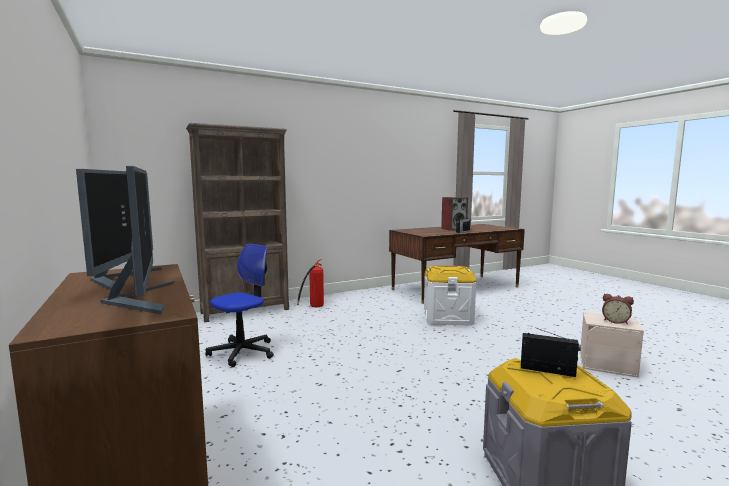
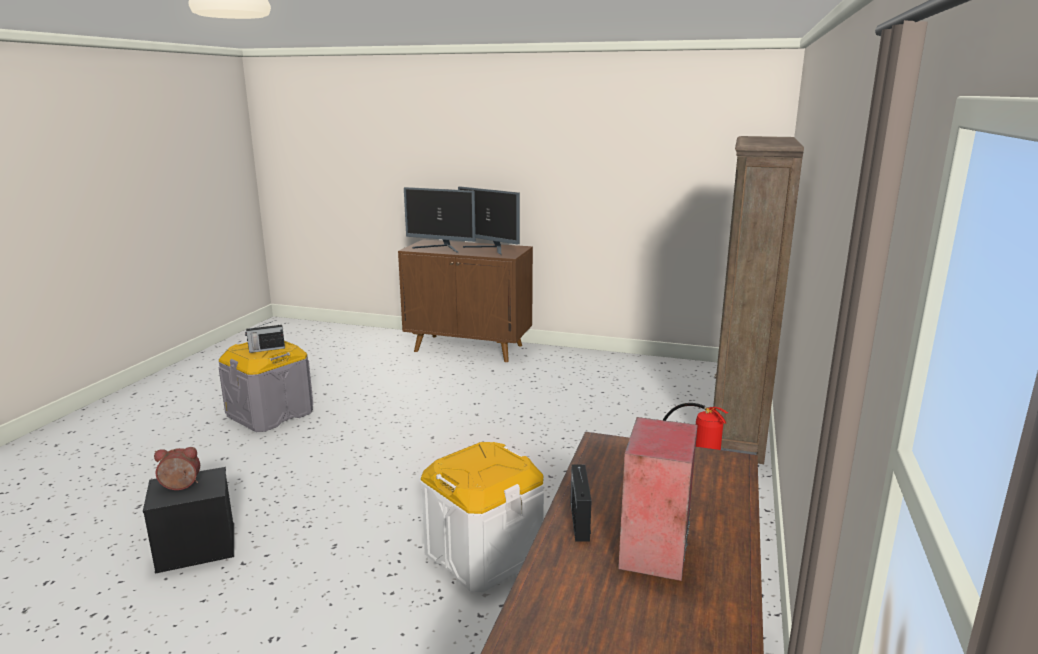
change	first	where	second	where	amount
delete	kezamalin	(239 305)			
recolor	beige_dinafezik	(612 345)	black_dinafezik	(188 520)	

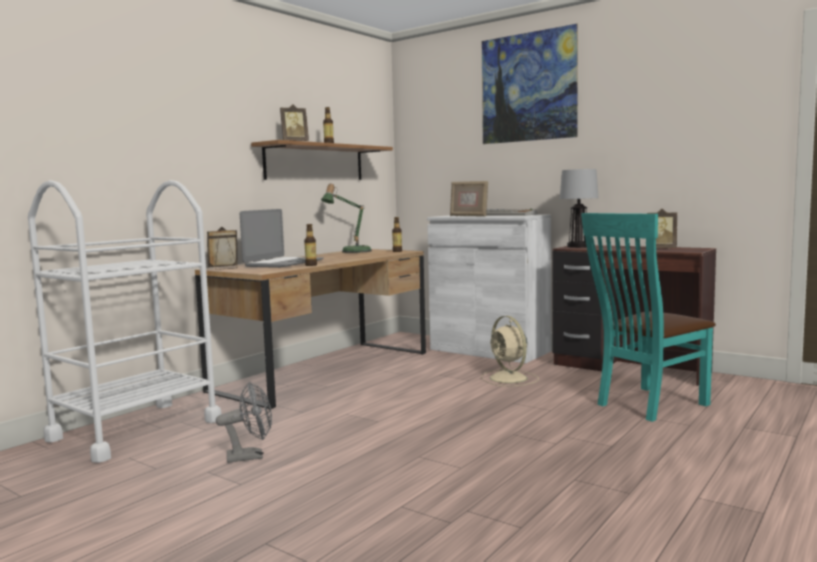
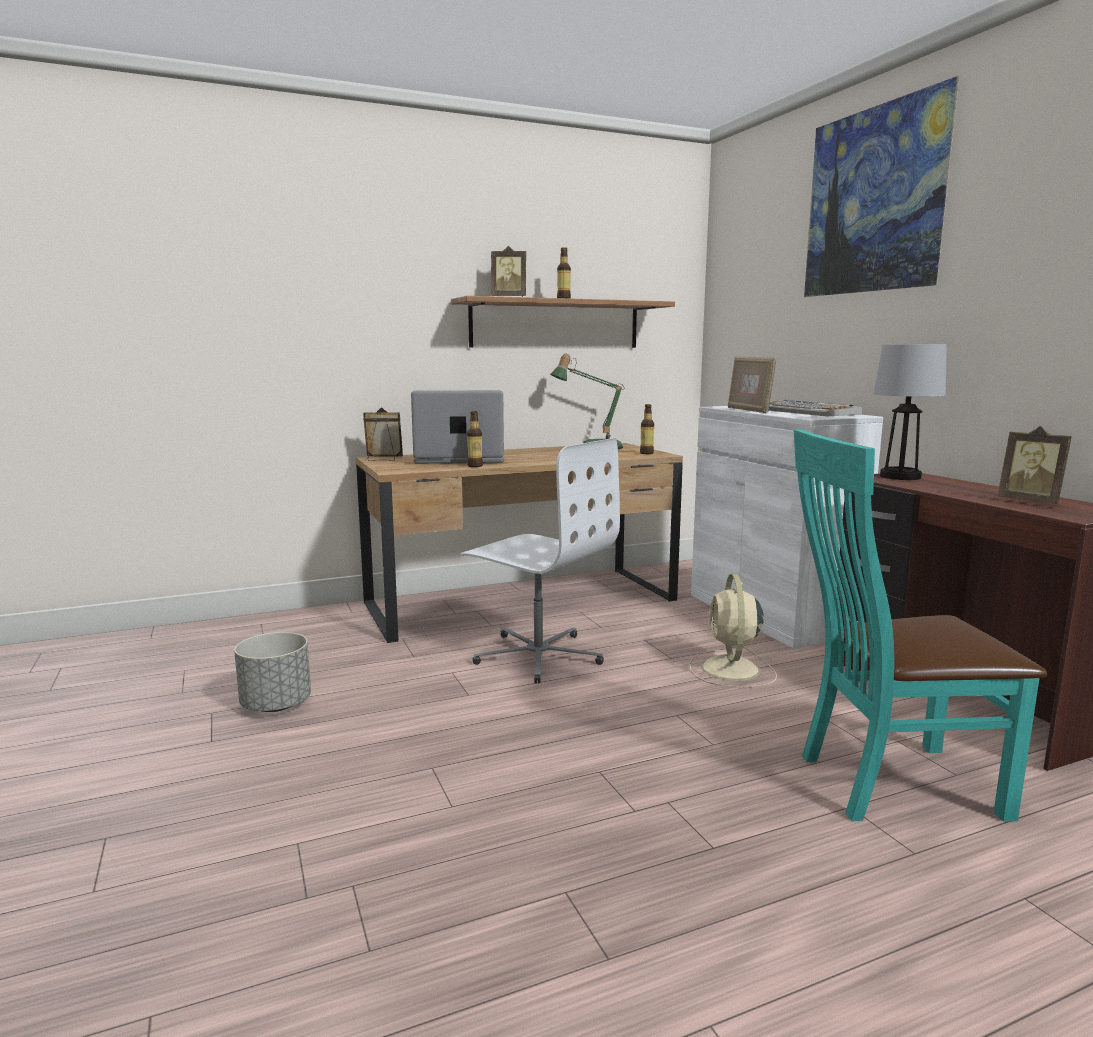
change	first	where	second	where	amount
delete	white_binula	(125 321)			
replace	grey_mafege	(244 422)	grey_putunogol	(272 672)	
rotate	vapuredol	(282 238)		(457 427)	150 degrees counterclockwise
insert			white_kezamalin	(540 561)	

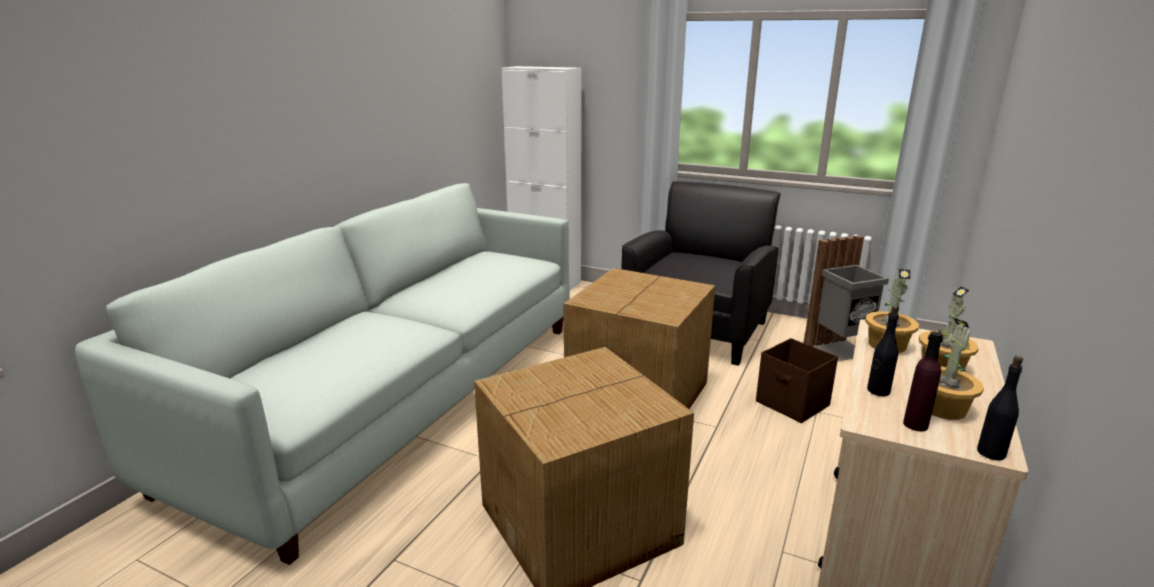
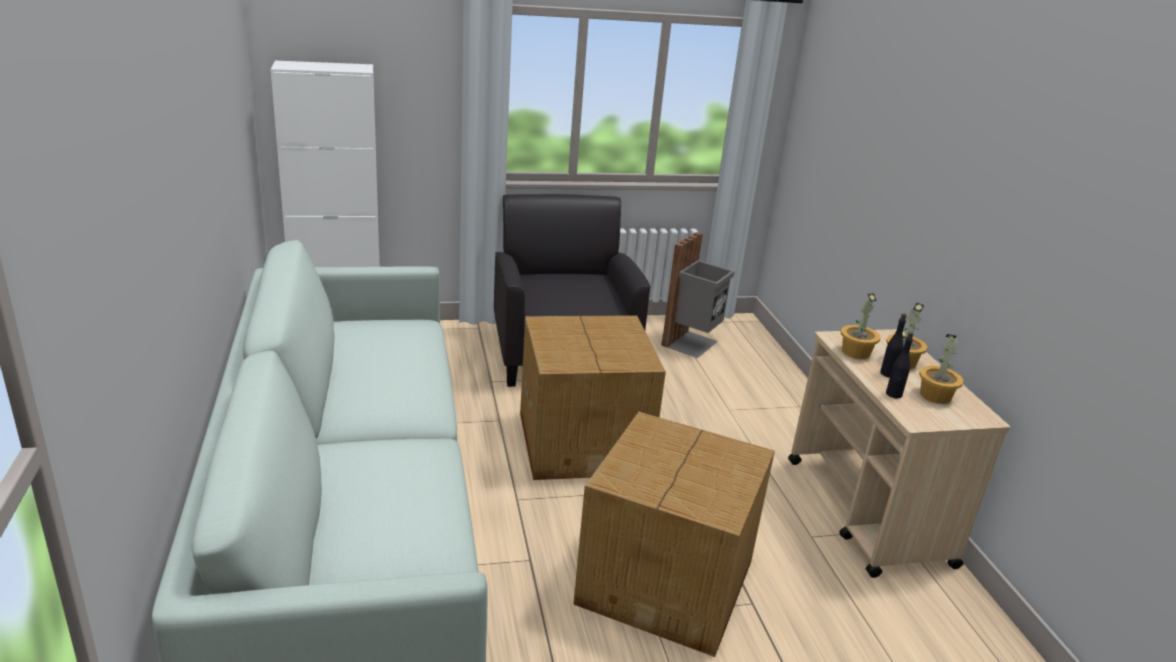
change	first	where	second	where	amount
delete	brown_dinafezik	(797 380)			
delete	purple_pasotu	(923 381)			
move	black_pasotu	(1000 408)		(893 345)	

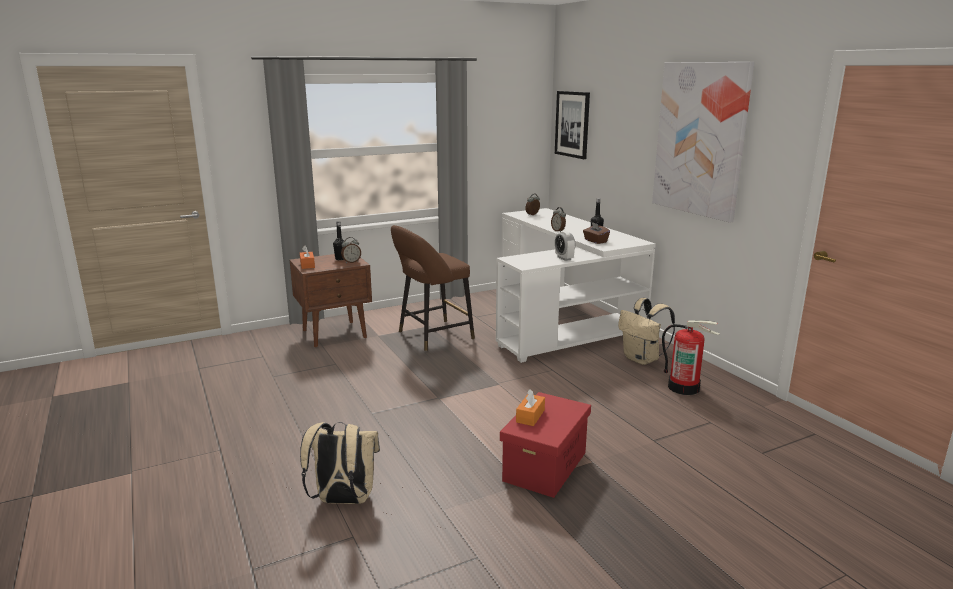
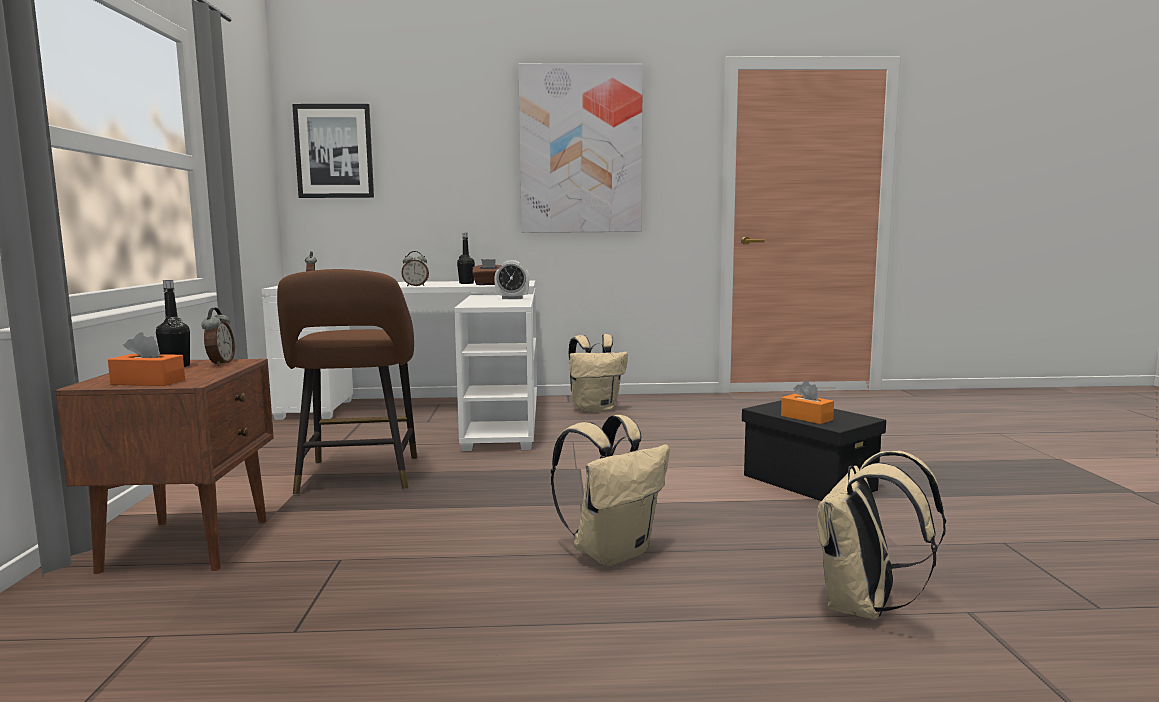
change	first	where	second	where	amount
recolor	red_dinafezik	(545 445)	black_dinafezik	(814 450)	
delete	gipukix	(691 357)			
insert			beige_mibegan	(610 490)	

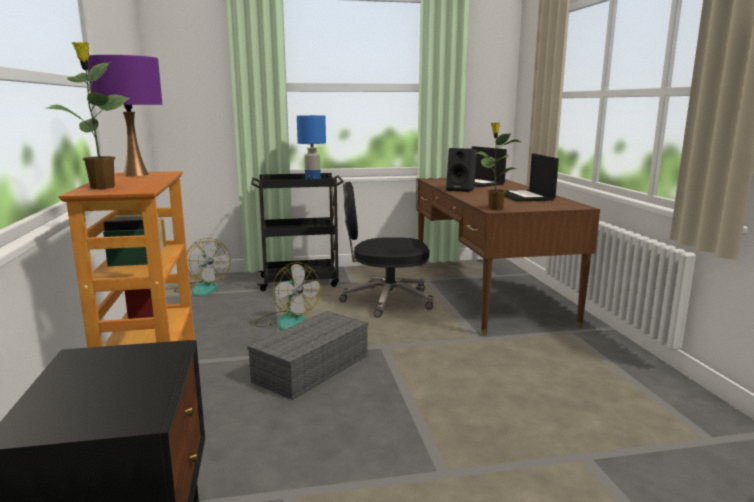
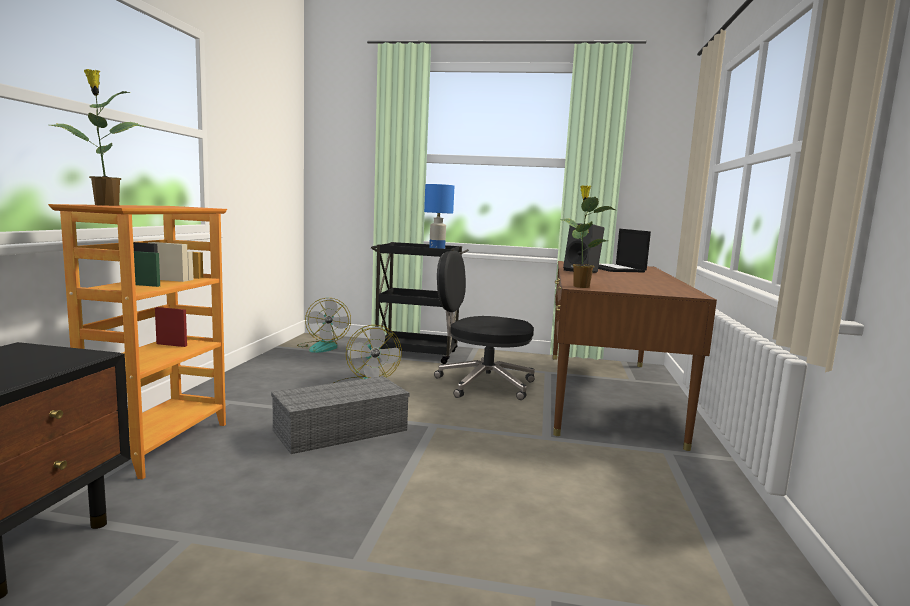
change	first	where	second	where	amount
delete	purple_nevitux	(125 115)			
delete	vapuredol	(531 177)			

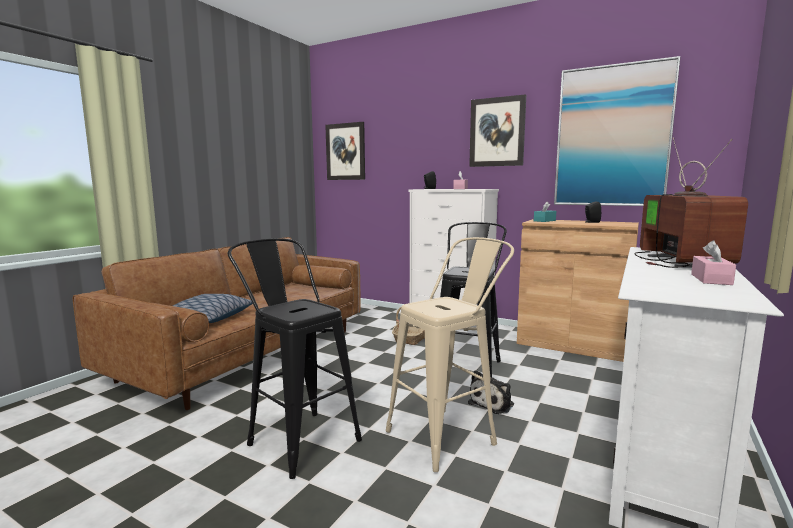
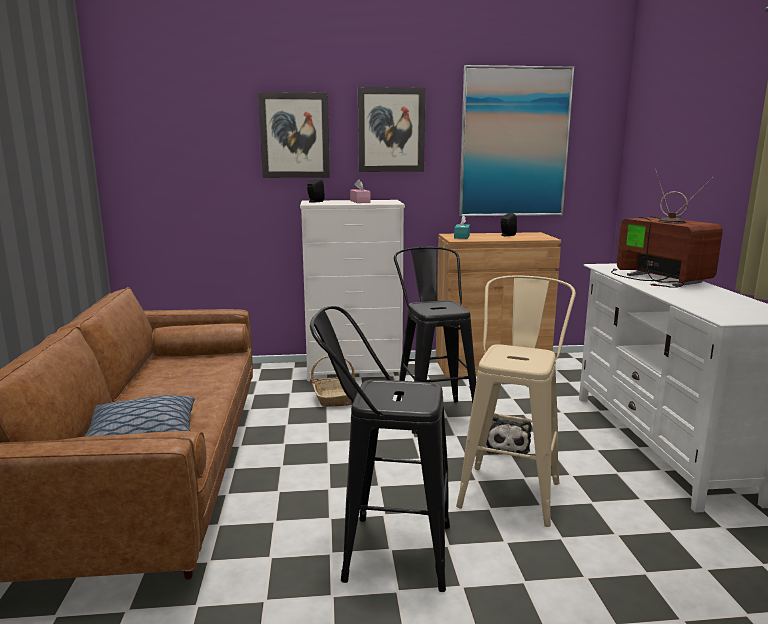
change	first	where	second	where	amount
move	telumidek	(345 151)		(294 135)	
delete	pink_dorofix	(713 262)			

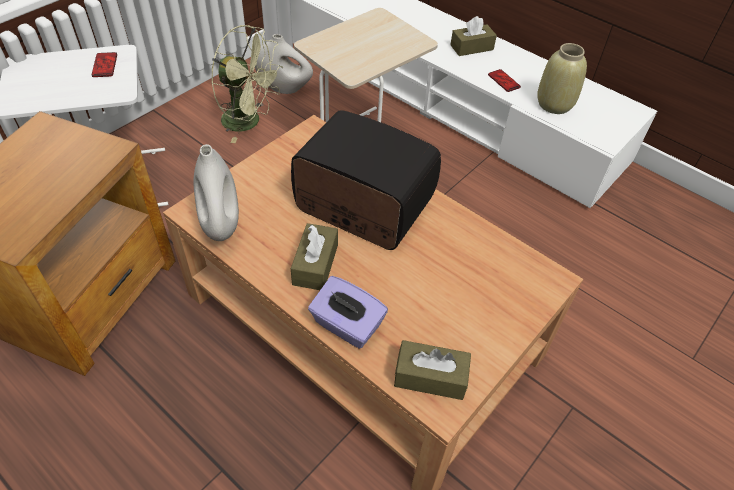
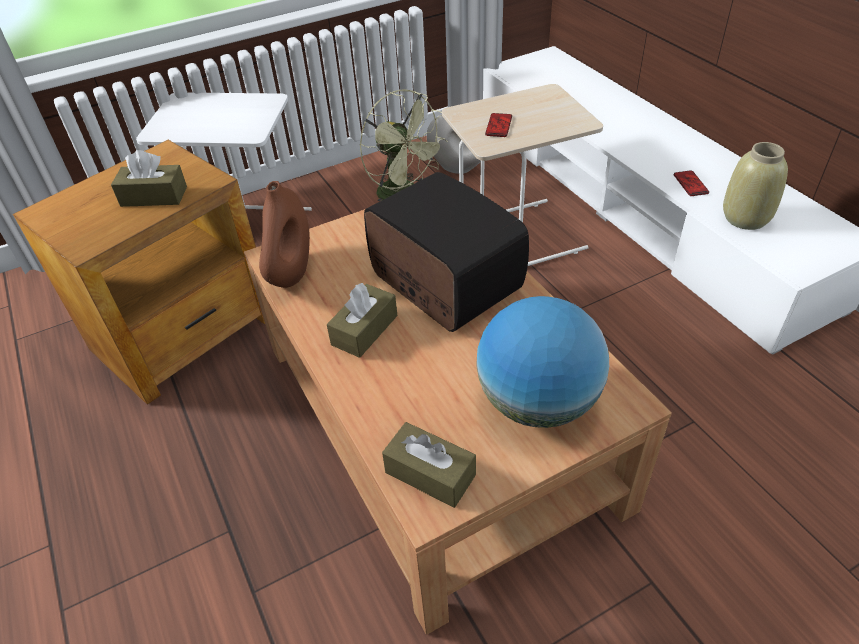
change	first	where	second	where	amount
move	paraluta	(104 64)		(498 125)	
recolor	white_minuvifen	(216 192)	brown_minuvifen	(284 234)	
delete	purple_dorofix	(348 312)			
move	brown_dorofix	(473 36)		(149 178)	
insert			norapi	(542 362)	

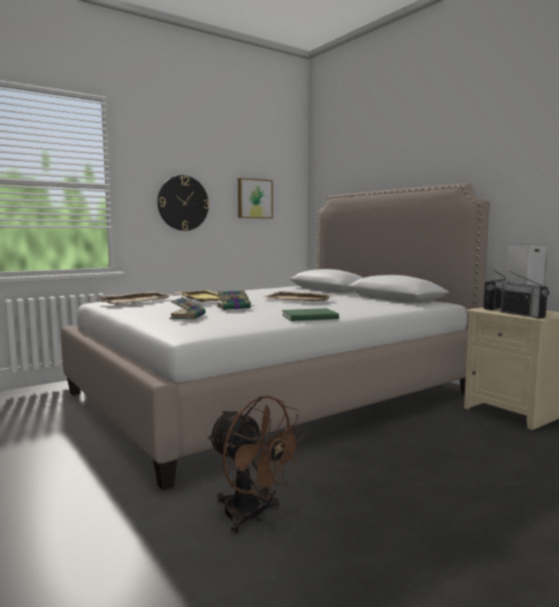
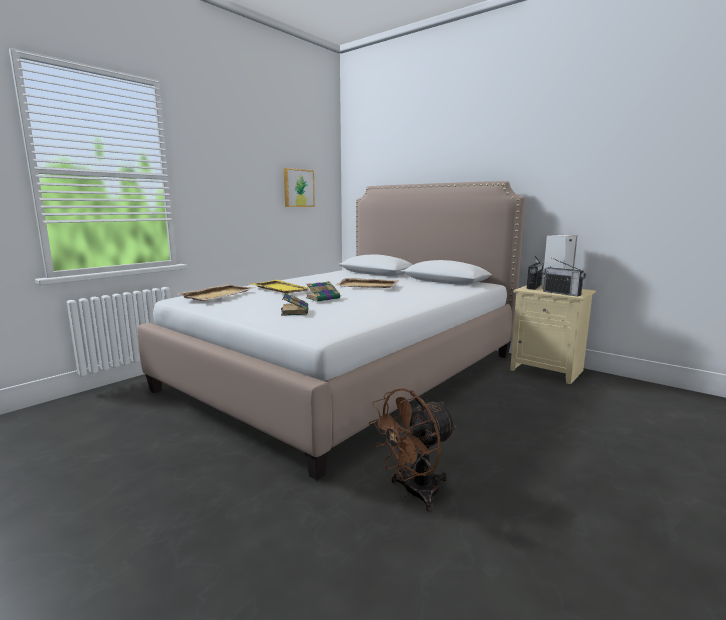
change	first	where	second	where	amount
delete	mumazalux	(183 203)			
rotate	brown_mafege	(256 465)		(412 449)	120 degrees clockwise
delete	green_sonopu	(310 314)			

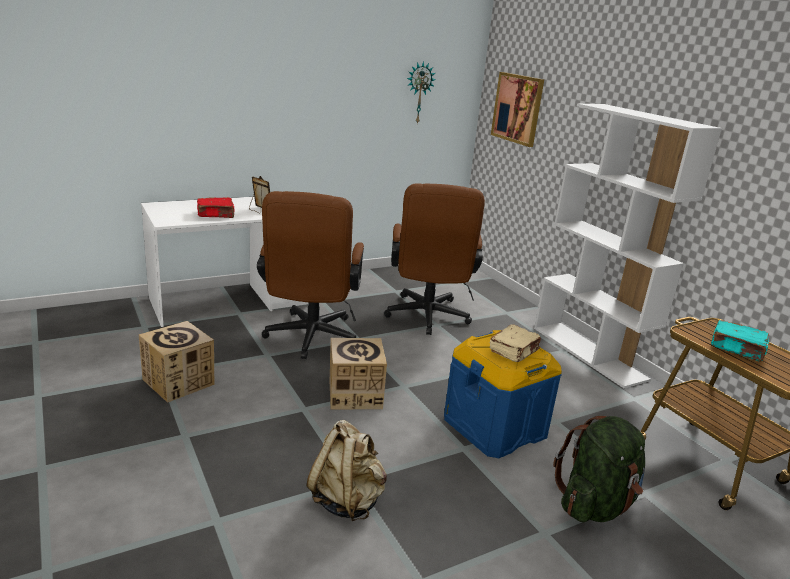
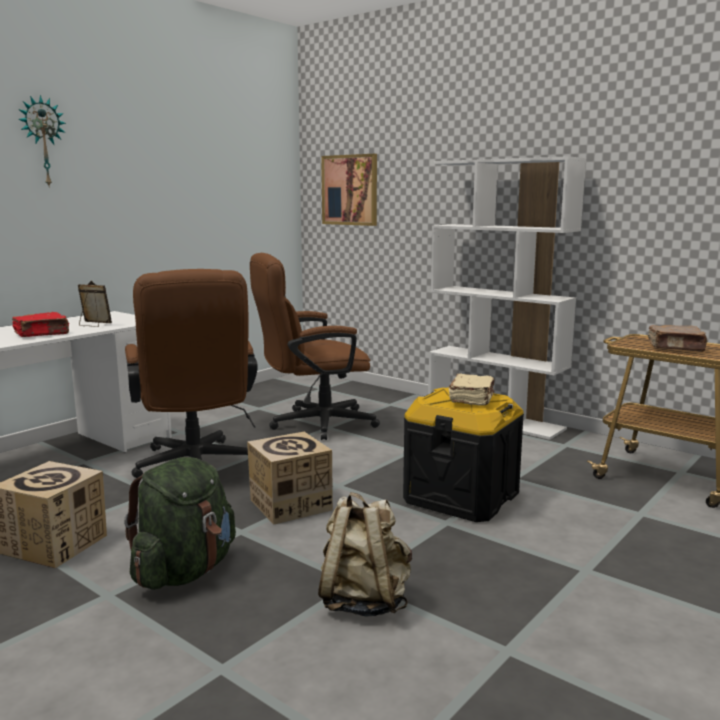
change	first	where	second	where	amount
rotate	brown_kezamalin	(434 259)		(315 346)	90 degrees clockwise
move	mumazalux	(421 93)		(42 141)	
recolor	blue_dinafezik	(503 394)	black_dinafezik	(463 454)	
move	green_mibegan	(599 469)		(180 523)	
recolor	turquoise_sonopu	(740 341)	brown_sonopu	(678 338)	

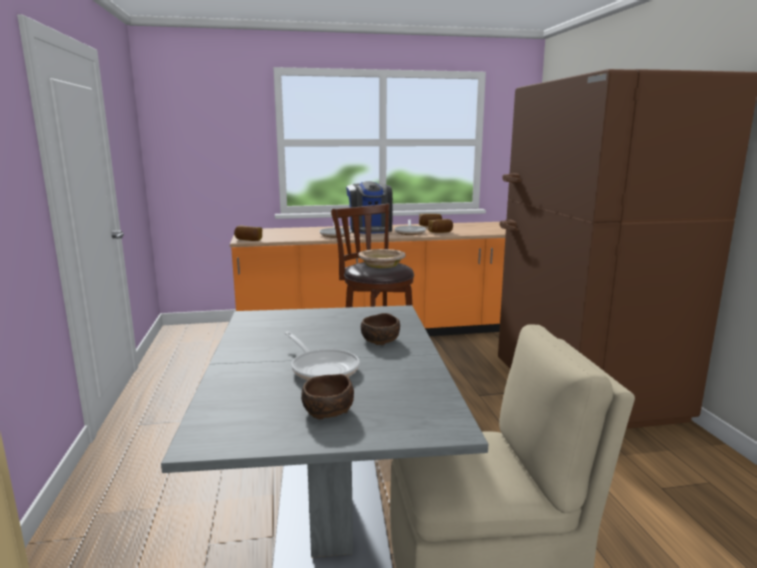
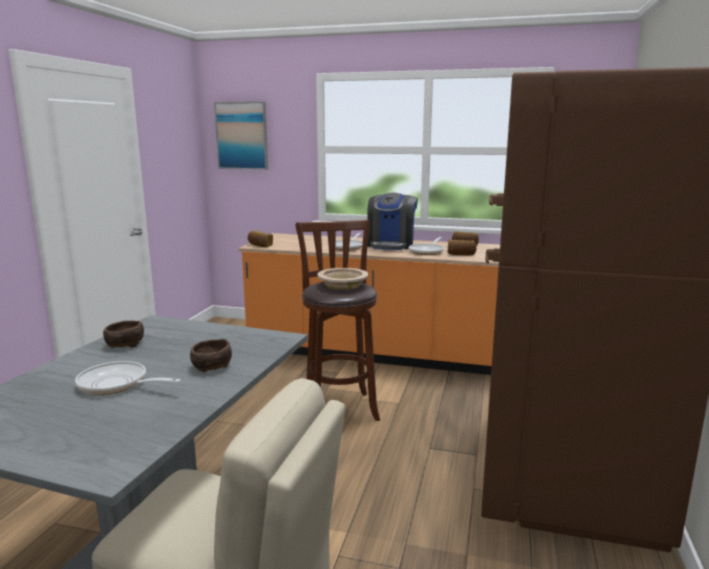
change	first	where	second	where	amount
rotate	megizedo	(322 356)		(128 378)	120 degrees clockwise
move	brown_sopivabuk	(327 397)		(123 334)	
insert			telumidek	(241 136)	

